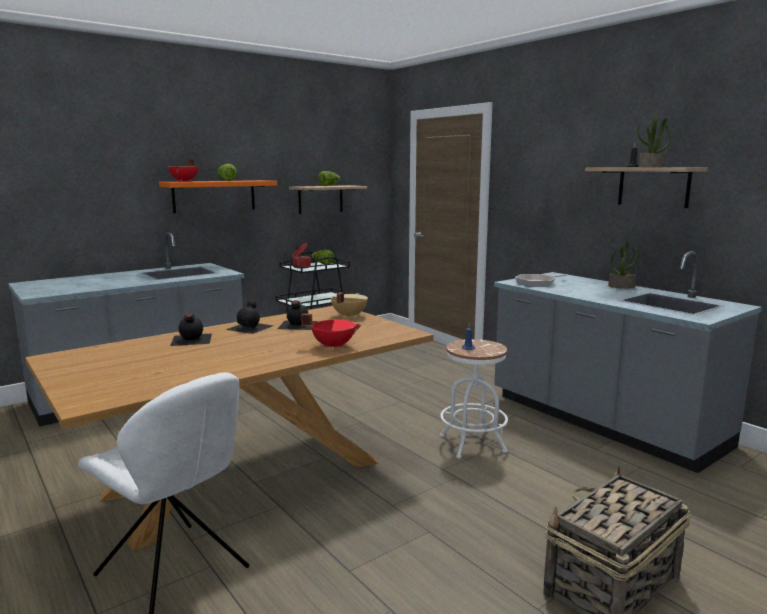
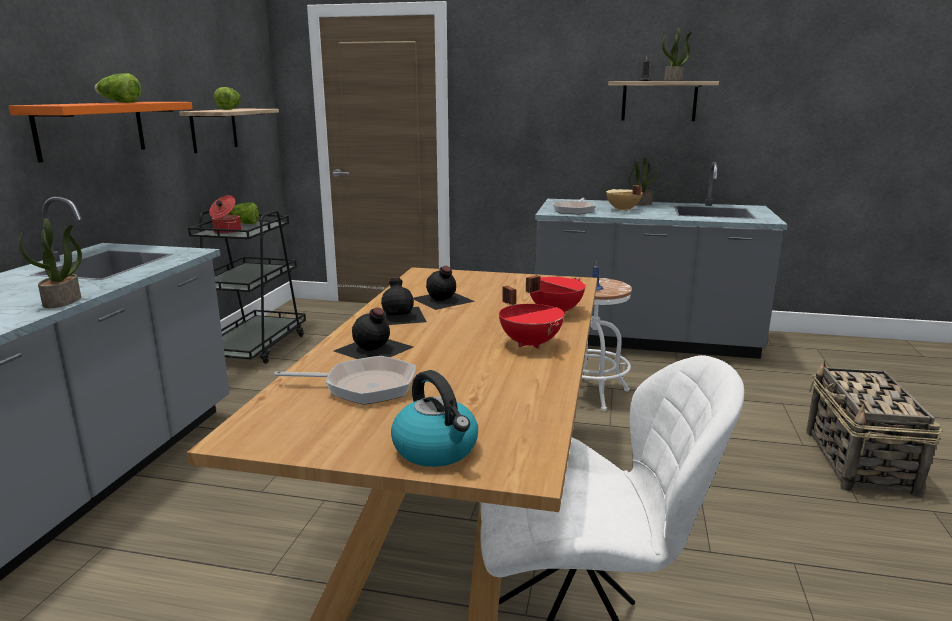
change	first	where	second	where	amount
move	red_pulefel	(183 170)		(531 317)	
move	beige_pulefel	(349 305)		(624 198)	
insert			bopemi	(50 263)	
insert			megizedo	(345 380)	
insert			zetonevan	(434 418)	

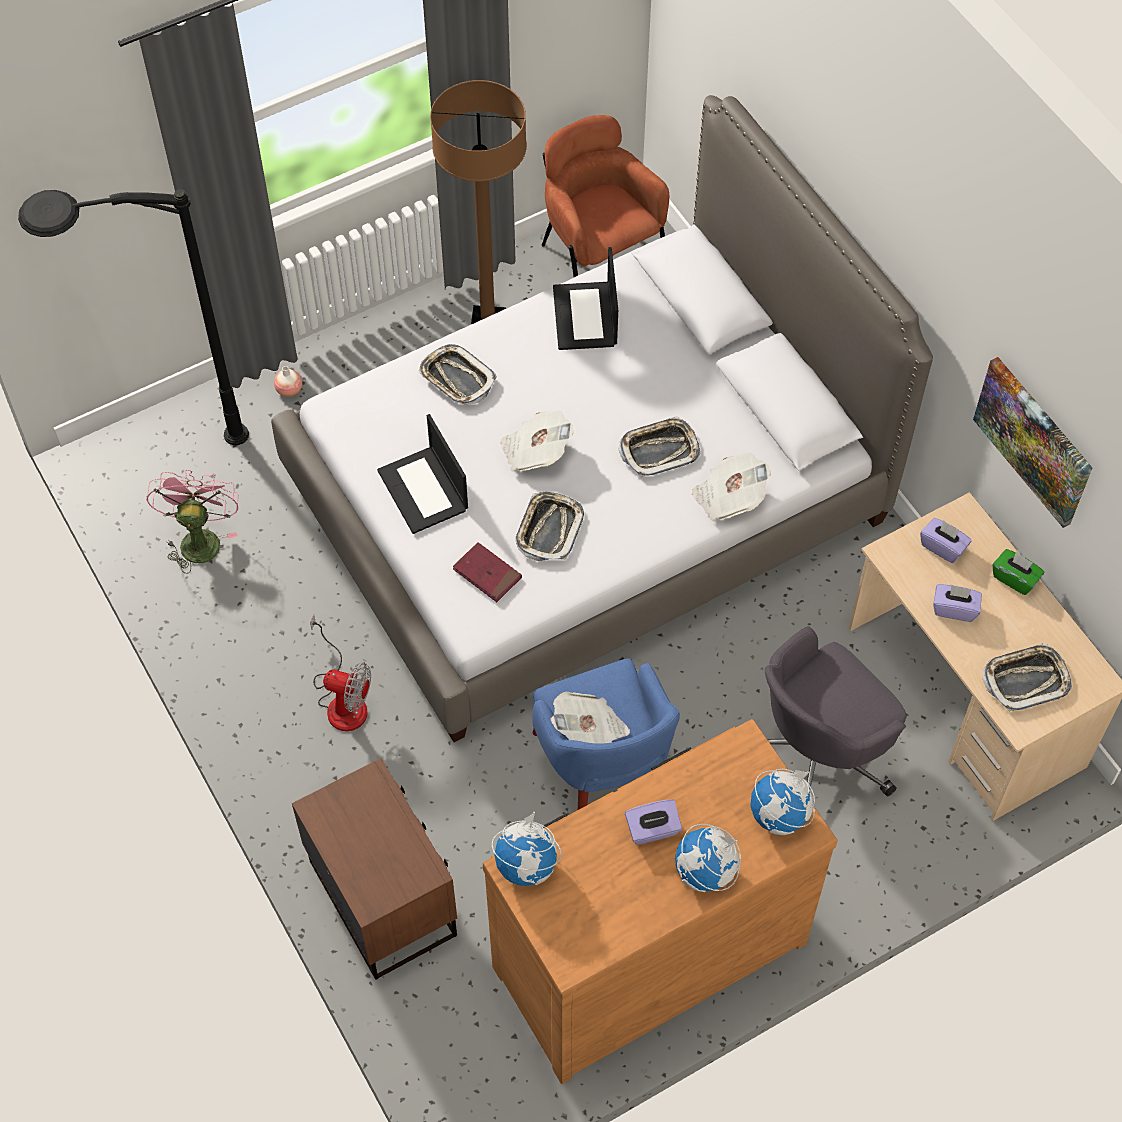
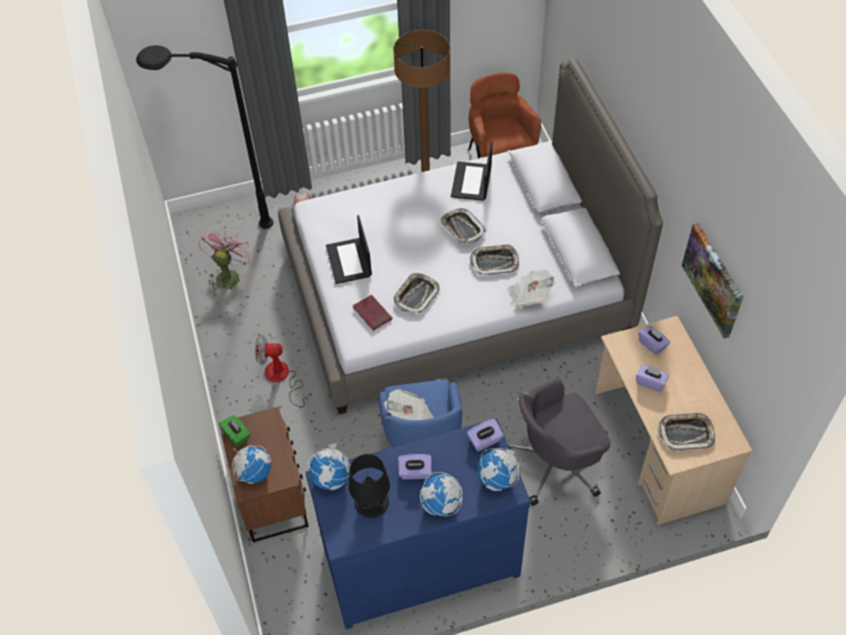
change	first	where	second	where	amount
rotate	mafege	(340 672)		(282 371)	150 degrees clockwise
move	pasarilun	(457 374)		(463 226)	
recolor	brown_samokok	(660 901)	blue_samokok	(418 523)	
delete	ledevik	(537 441)			
move	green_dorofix	(1018 572)		(234 431)	
insert			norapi	(251 464)	
insert			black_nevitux	(369 486)	
insert			purple_dorofix	(485 435)	

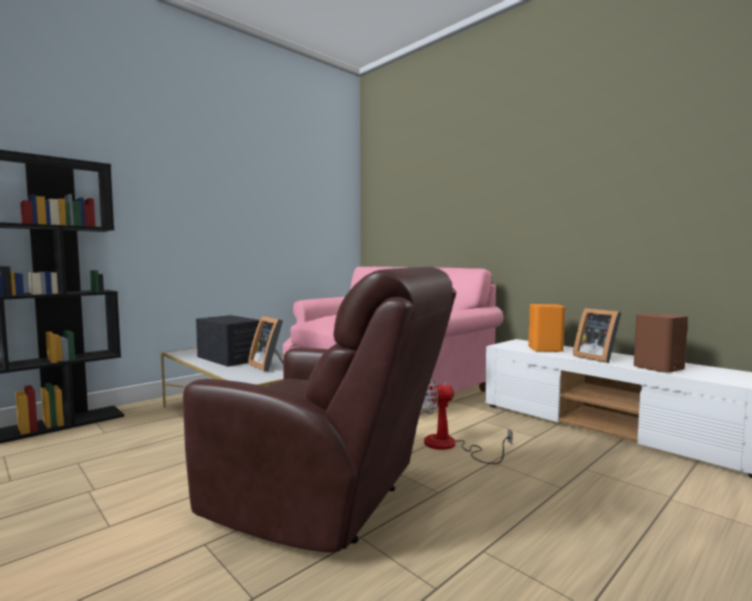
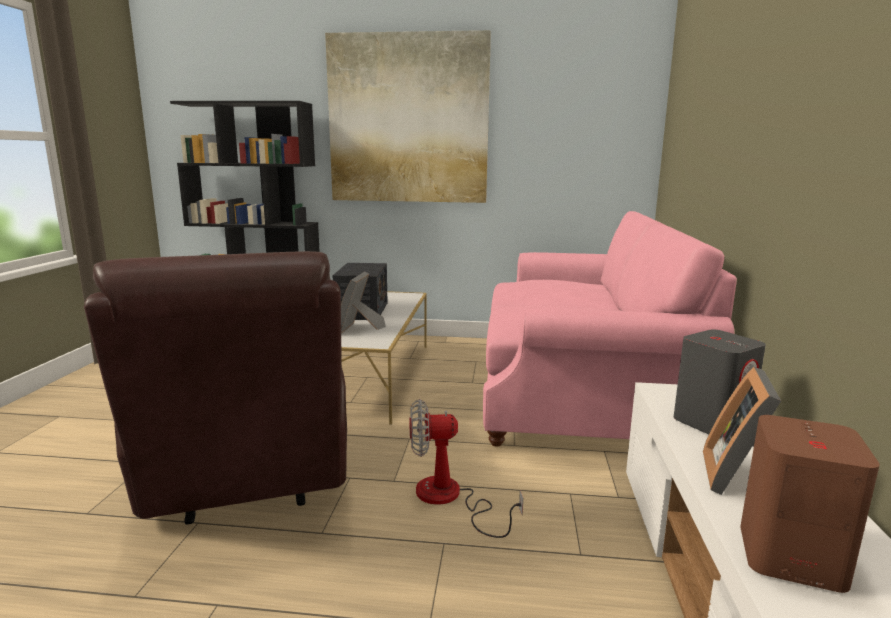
change	first	where	second	where	amount
rotate	mafege	(467 420)		(466 468)	45 degrees counterclockwise
recolor	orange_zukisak	(546 328)	grey_zukisak	(720 382)	
insert			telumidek	(408 116)	

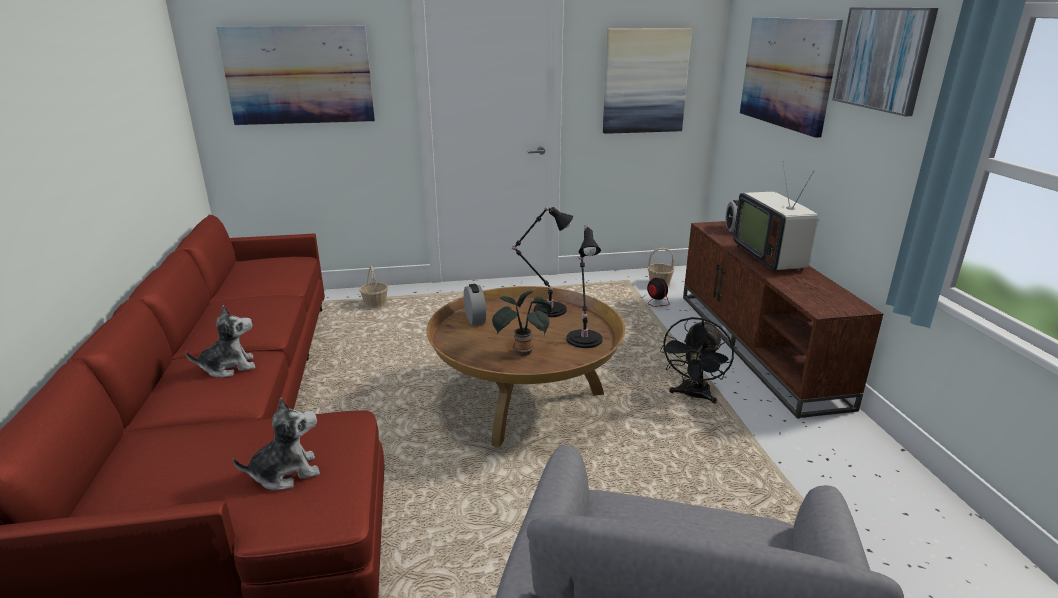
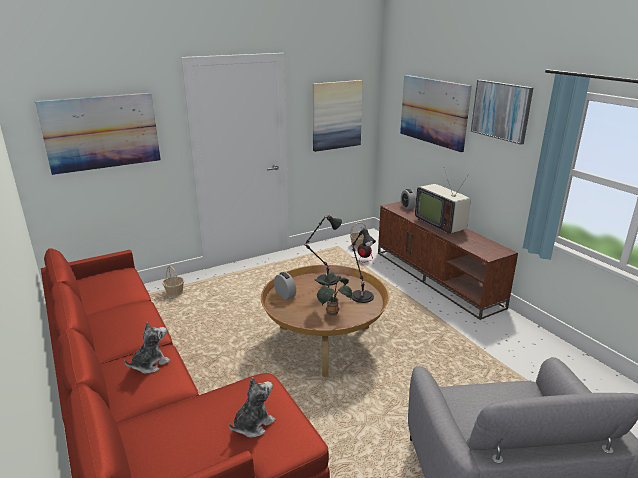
change	first	where	second	where	amount
delete	black_mafege	(697 360)			

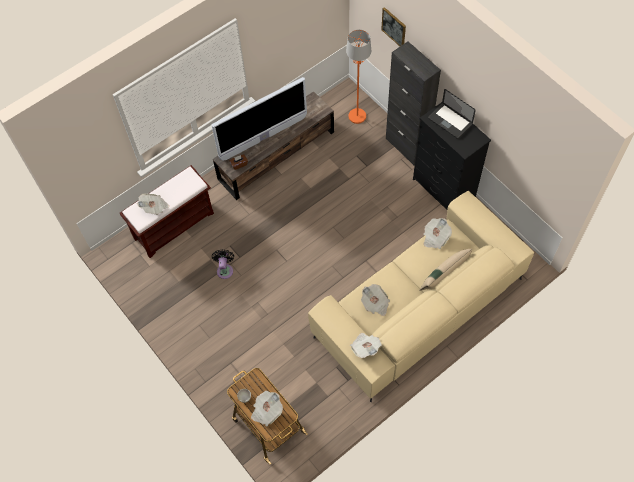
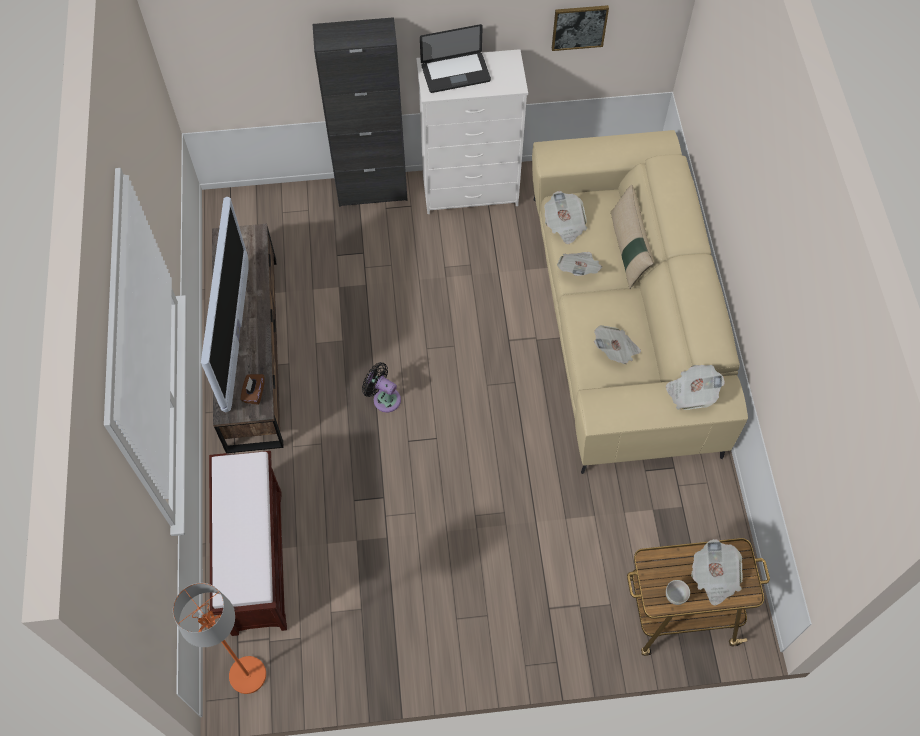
change	first	where	second	where	amount
move	ledevik	(153 204)		(580 264)	
move	black_mafege	(223 264)		(381 387)	
move	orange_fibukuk	(358 77)		(219 638)	
move	telumidek	(393 26)		(580 28)	
recolor	black_samokok	(452 156)	white_samokok	(472 131)	

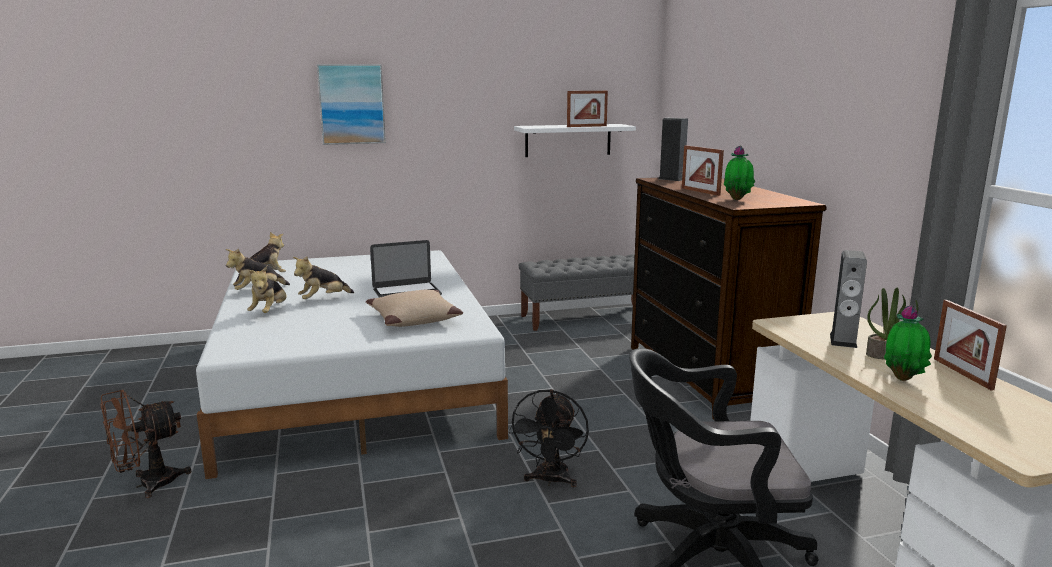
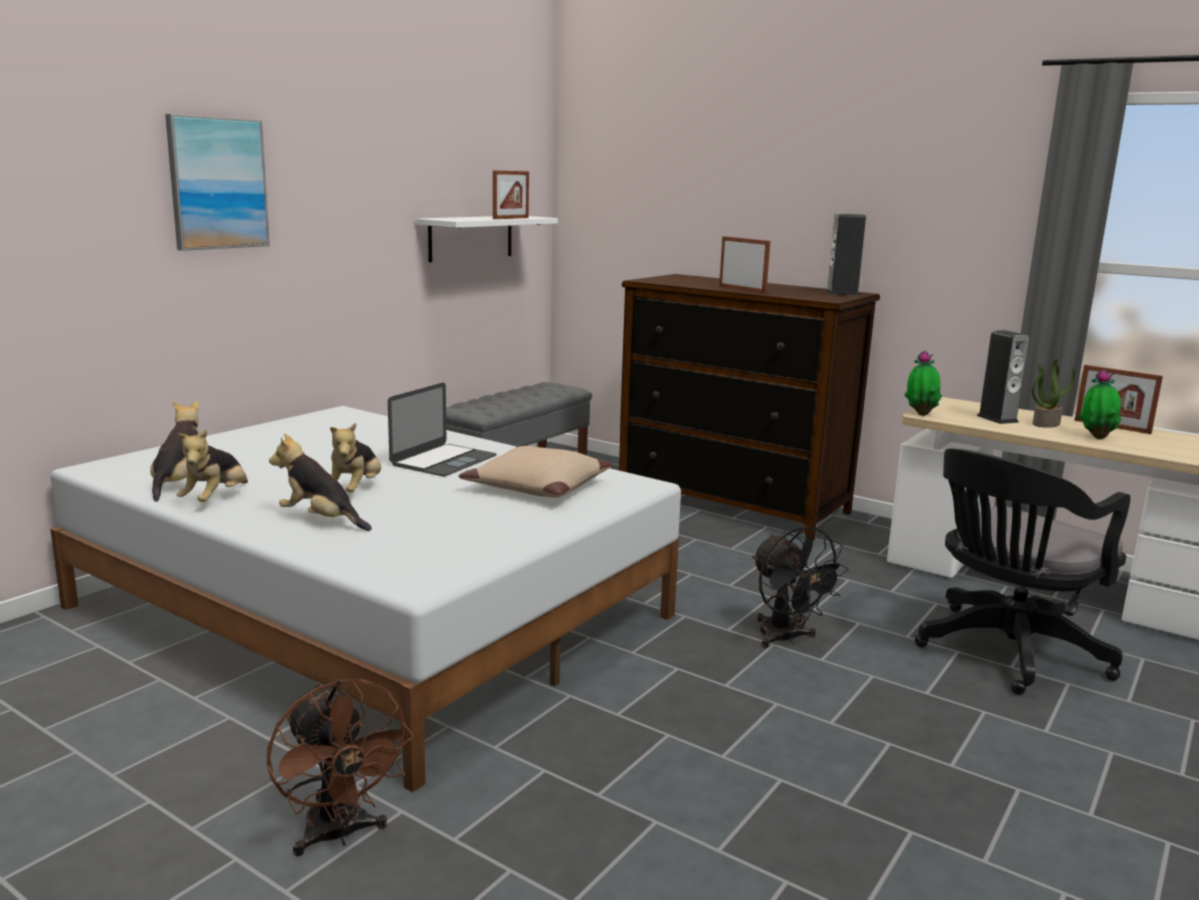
change	first	where	second	where	amount
rotate	brown_mafege	(145 444)		(340 767)	45 degrees counterclockwise
rotate	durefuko	(267 289)		(320 482)	150 degrees clockwise
move	zukisak	(673 149)		(845 254)	
rotate	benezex	(703 170)		(744 264)	150 degrees counterclockwise
move	bopemi	(739 173)		(923 383)	

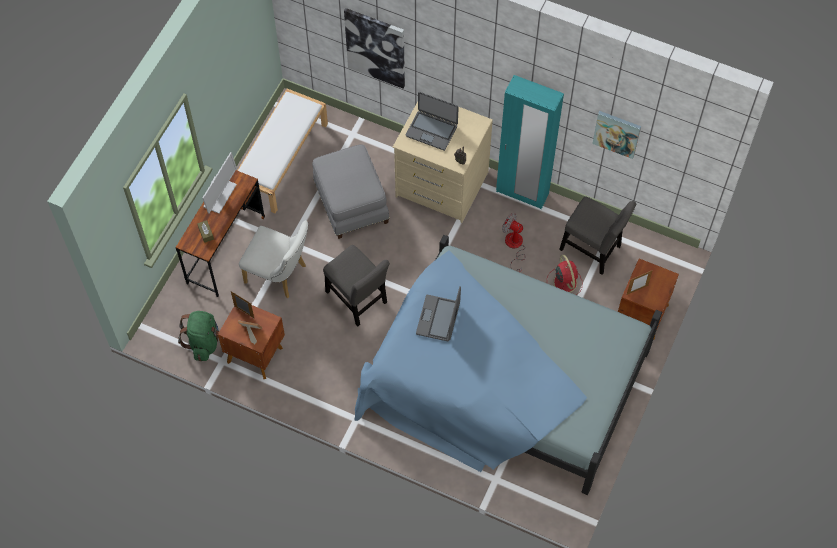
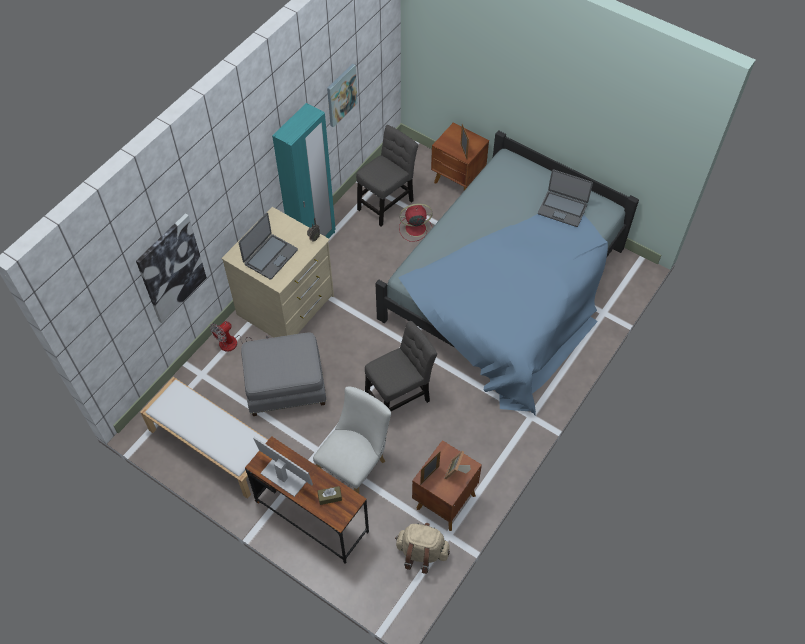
change	first	where	second	where	amount
recolor	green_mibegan	(198 336)	beige_mibegan	(422 548)	
move	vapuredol	(438 313)		(565 198)	
move	mafege	(513 242)		(239 336)	

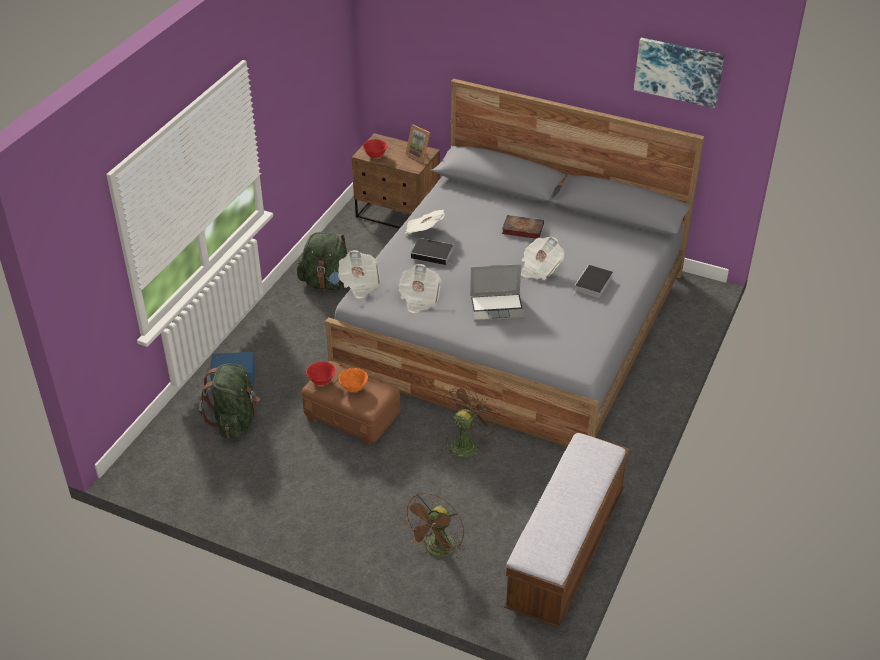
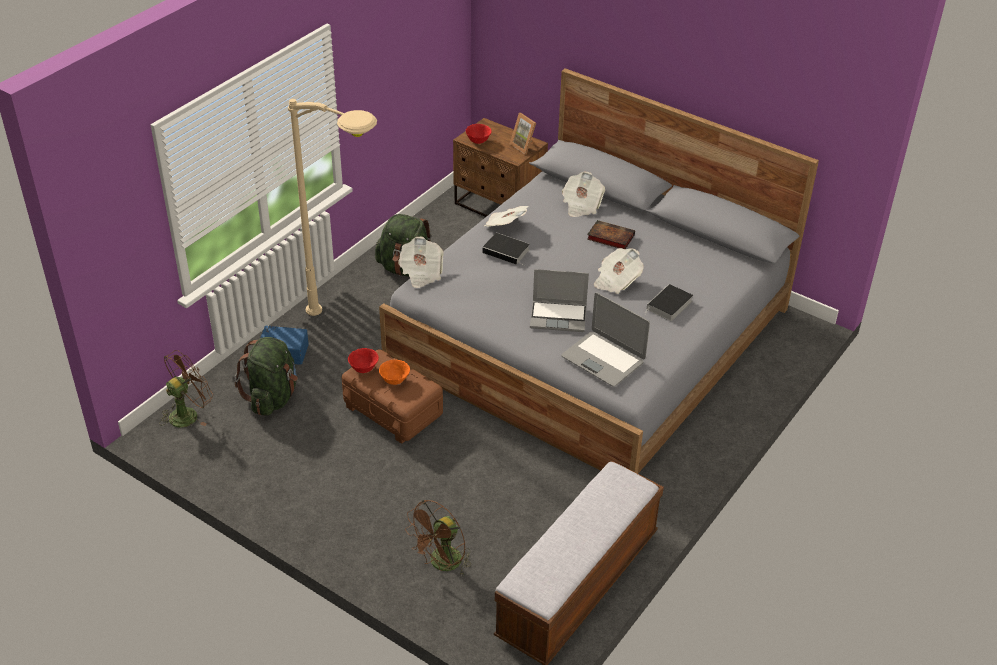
change	first	where	second	where	amount
move	ledevik	(419 288)		(583 194)	
move	brown_mafege	(470 421)		(186 388)	
delete	telumidek	(679 73)			
insert			beige_fibukuk	(332 207)	
insert			vapuredol	(605 340)	

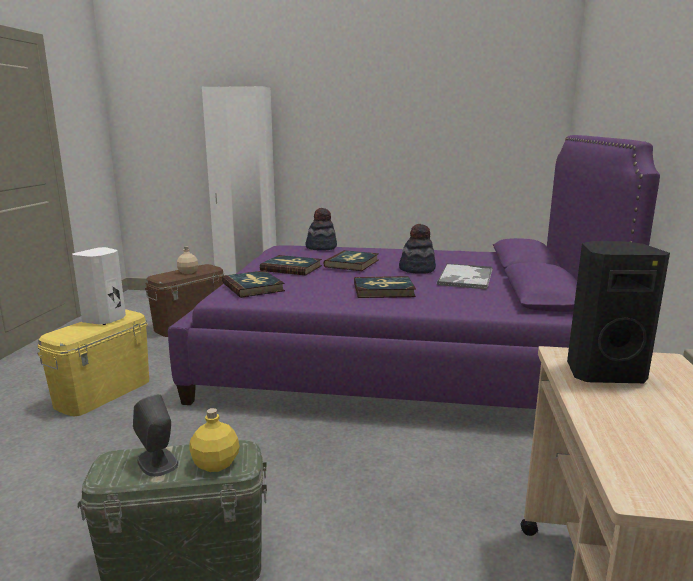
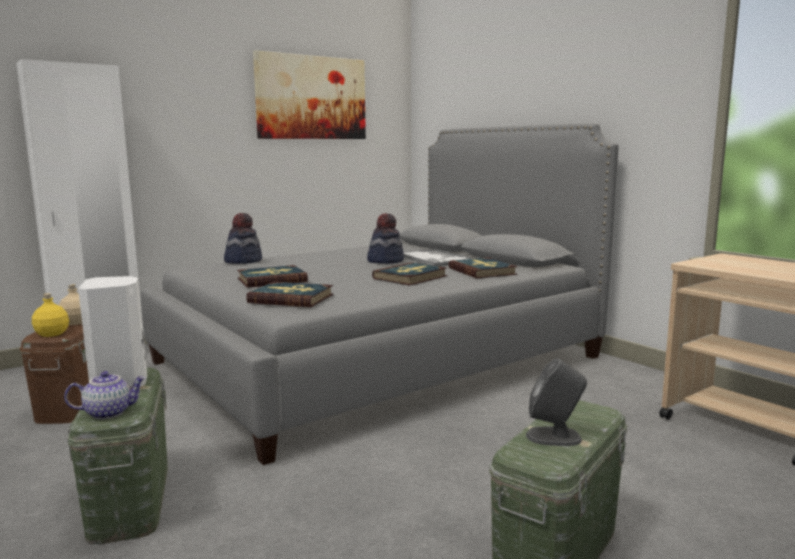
change	first	where	second	where	amount
recolor	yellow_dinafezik	(93 363)	green_dinafezik	(118 456)	
recolor	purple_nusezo	(414 272)	grey_nusezo	(379 294)	
move	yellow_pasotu	(214 440)		(50 315)	
move	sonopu	(351 260)		(482 268)	
delete	black_zukisak	(618 312)			
insert			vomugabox	(105 395)	
insert			telumidek	(309 94)	

